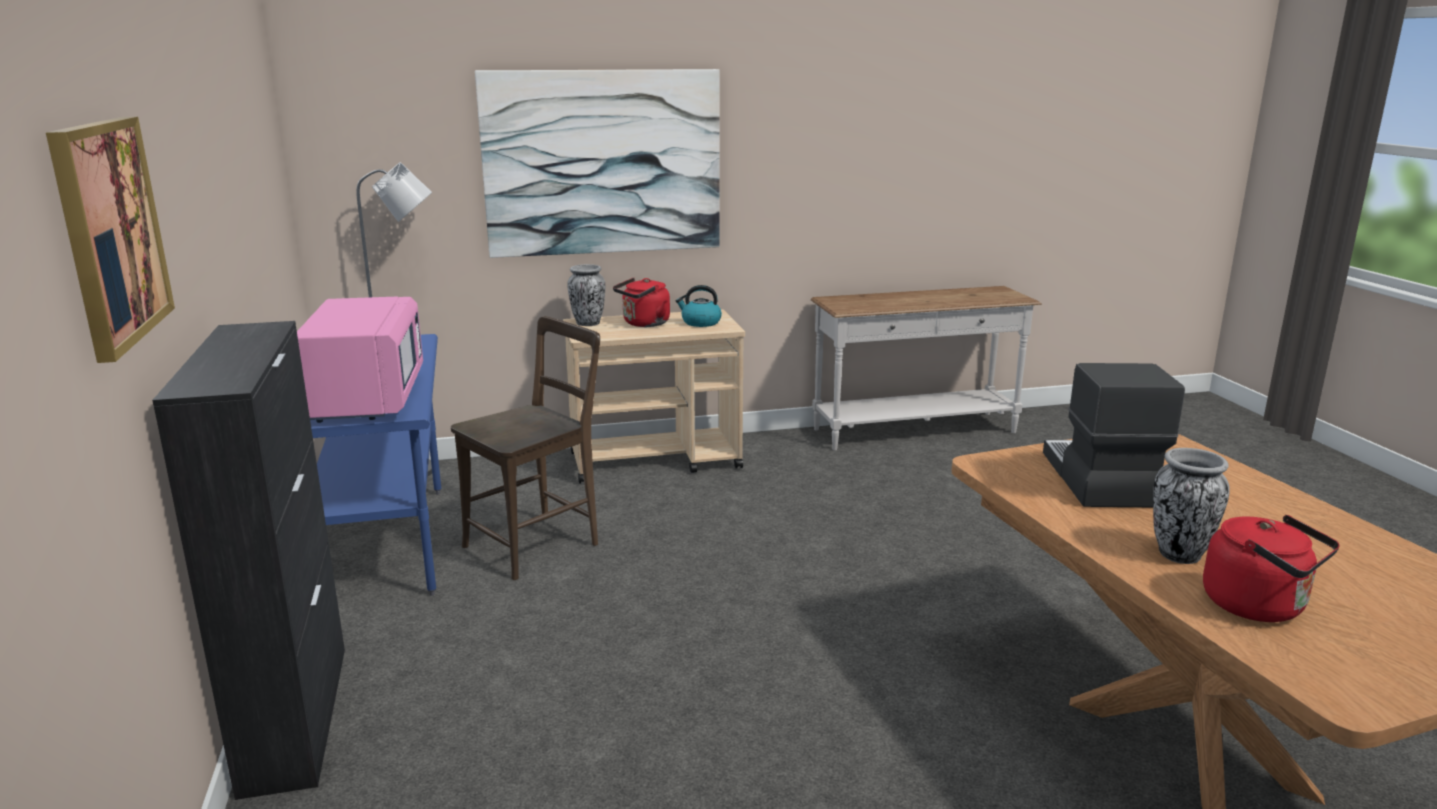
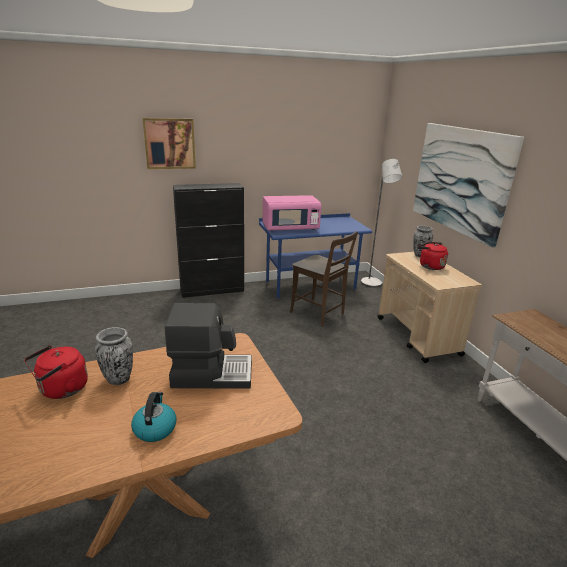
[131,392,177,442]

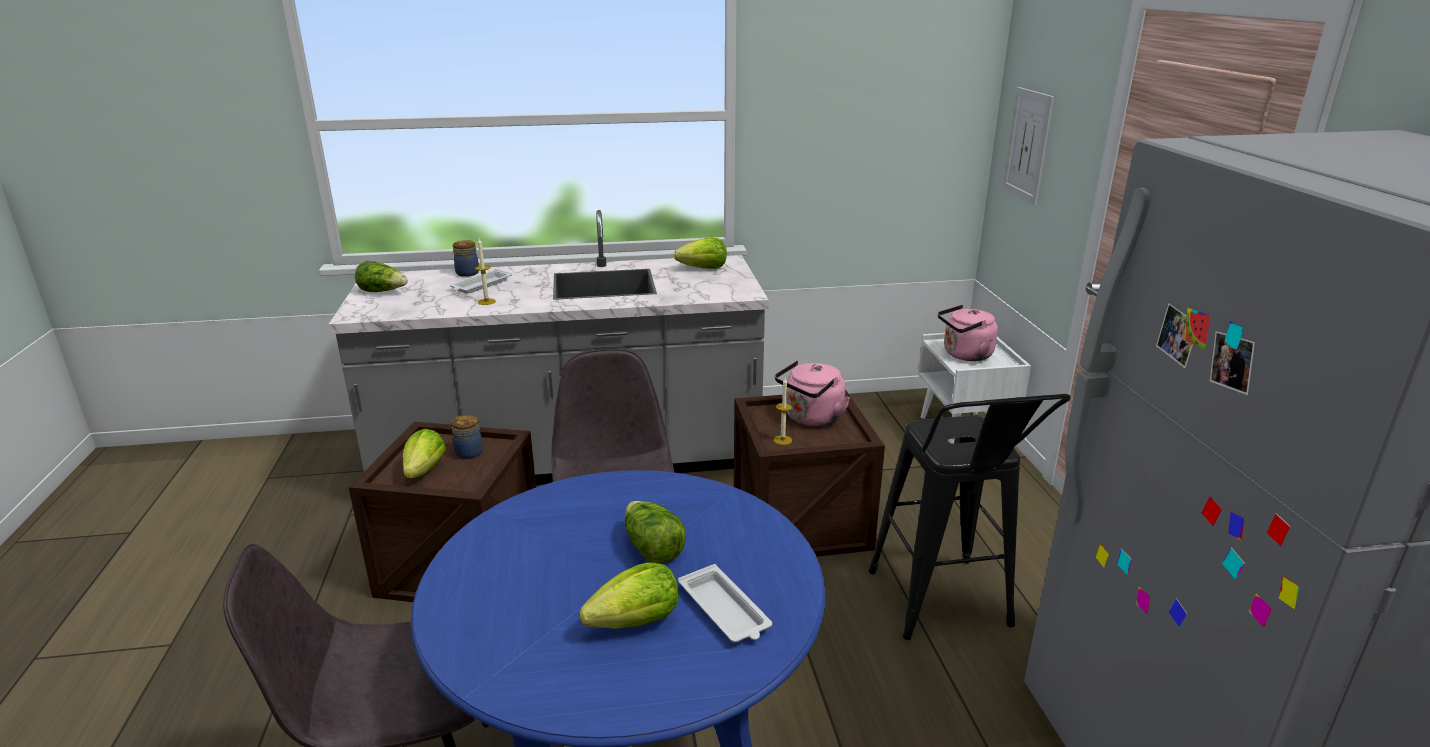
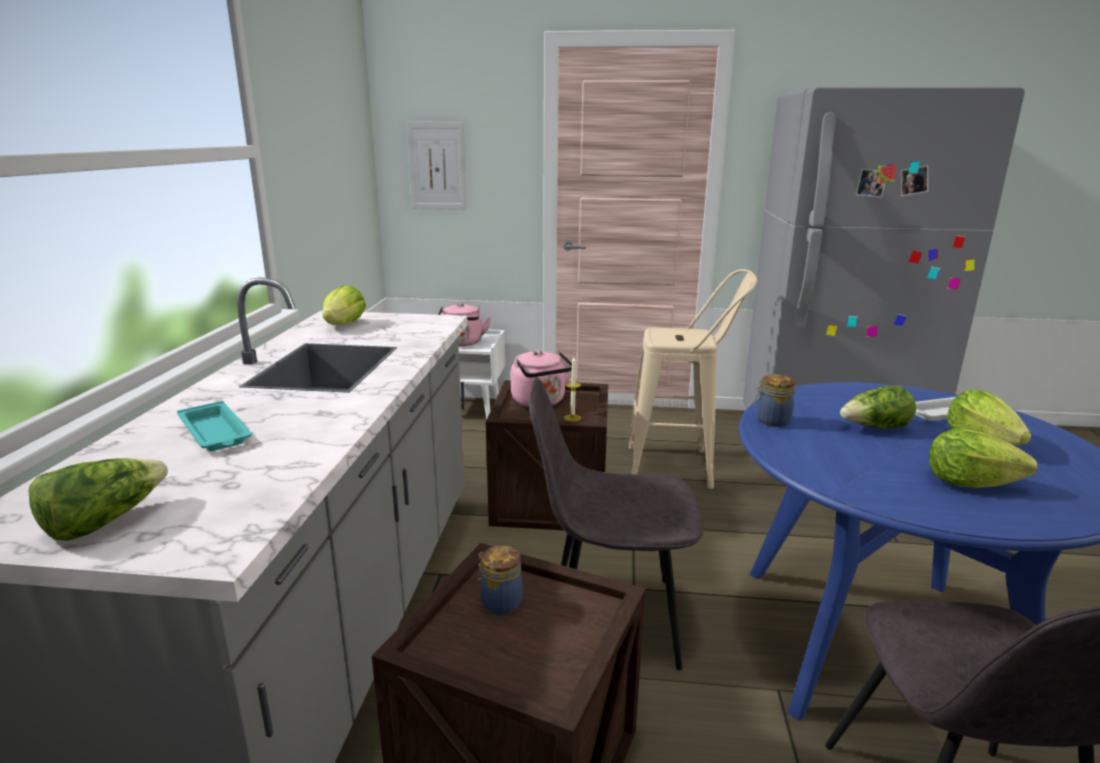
[177,401,252,451]
[629,269,757,489]
[754,374,796,427]
[929,428,1037,488]
[475,239,496,305] (first image)

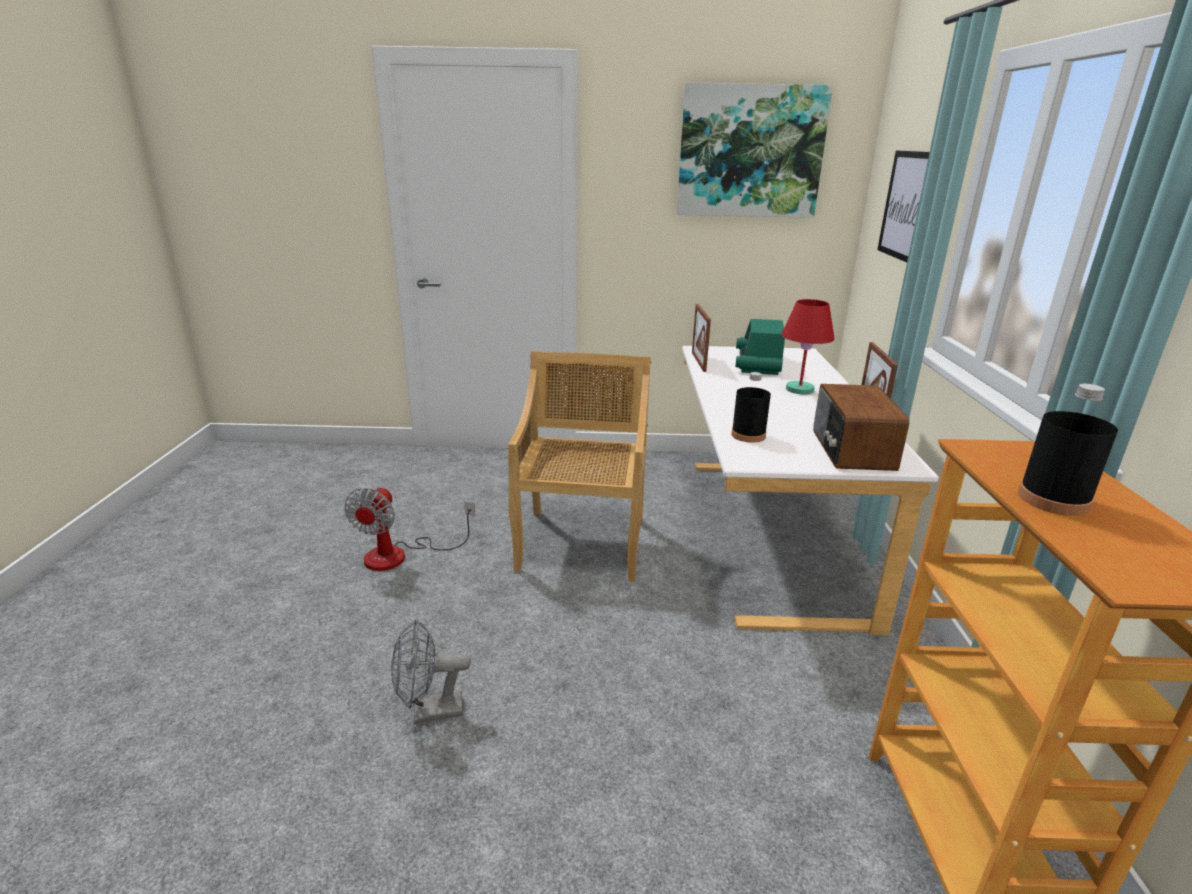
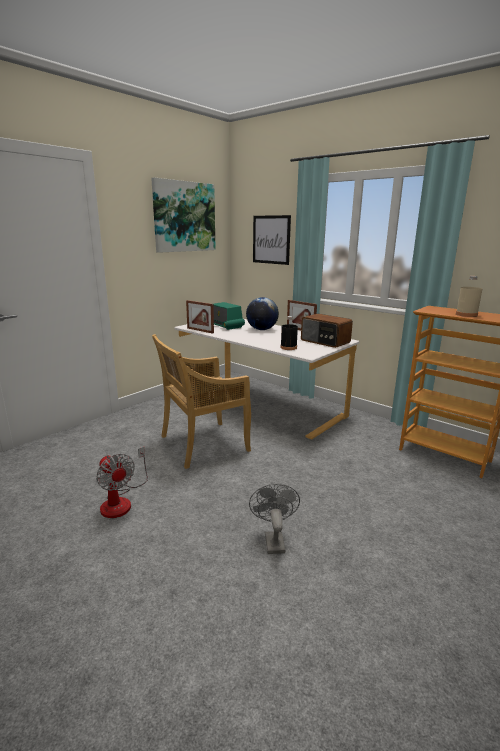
[152,334,251,469]
[246,297,279,330]
[249,484,300,554]
[456,276,482,317]

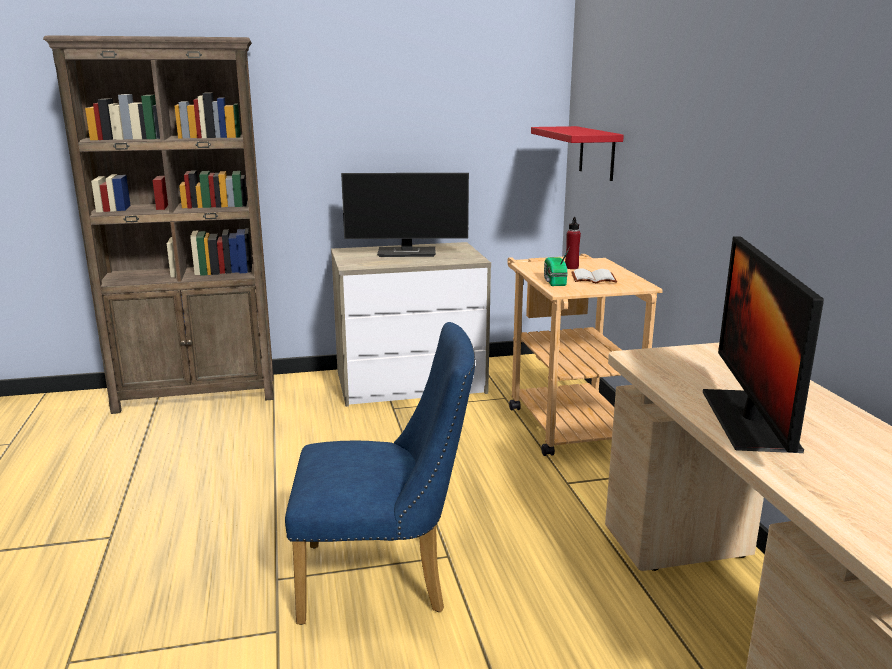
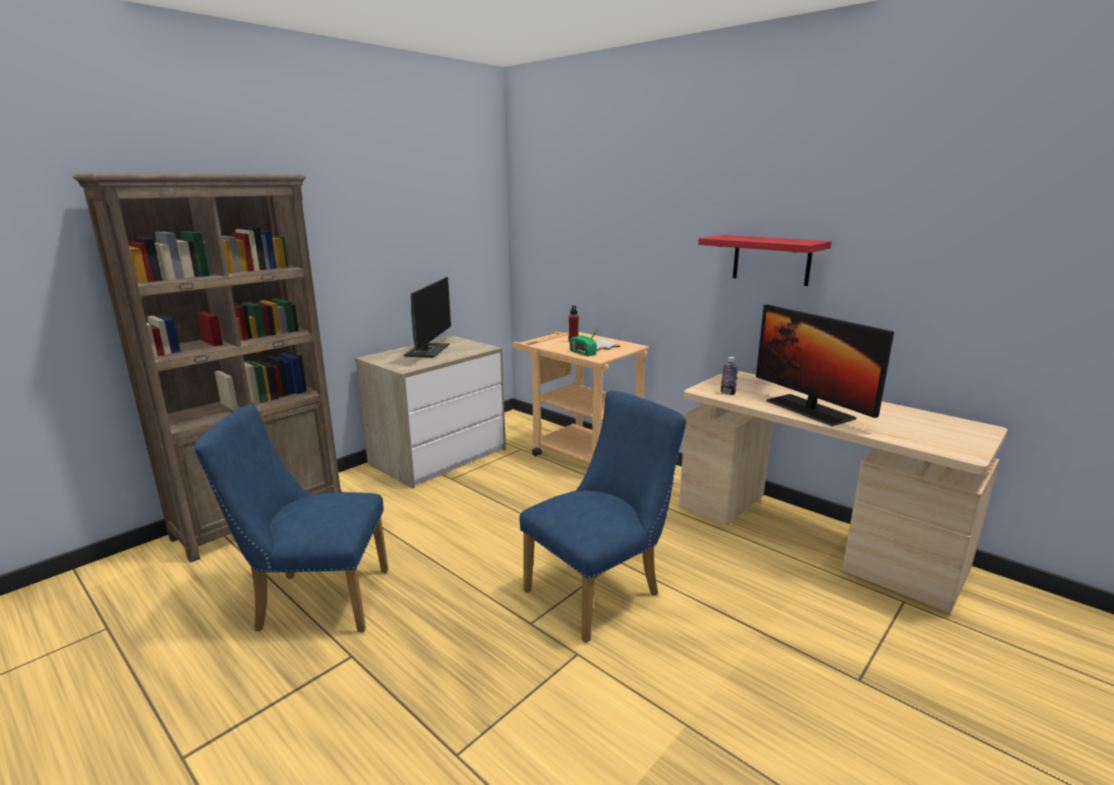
[194,404,388,633]
[404,277,451,358]
[698,235,831,286]
[721,357,738,395]

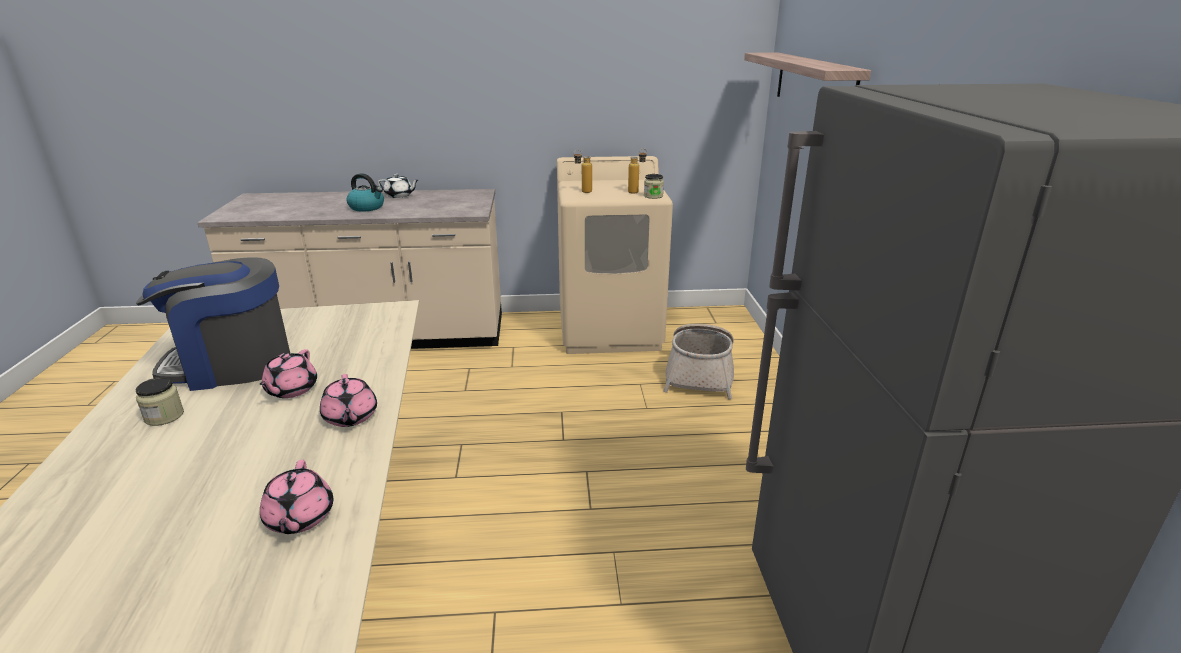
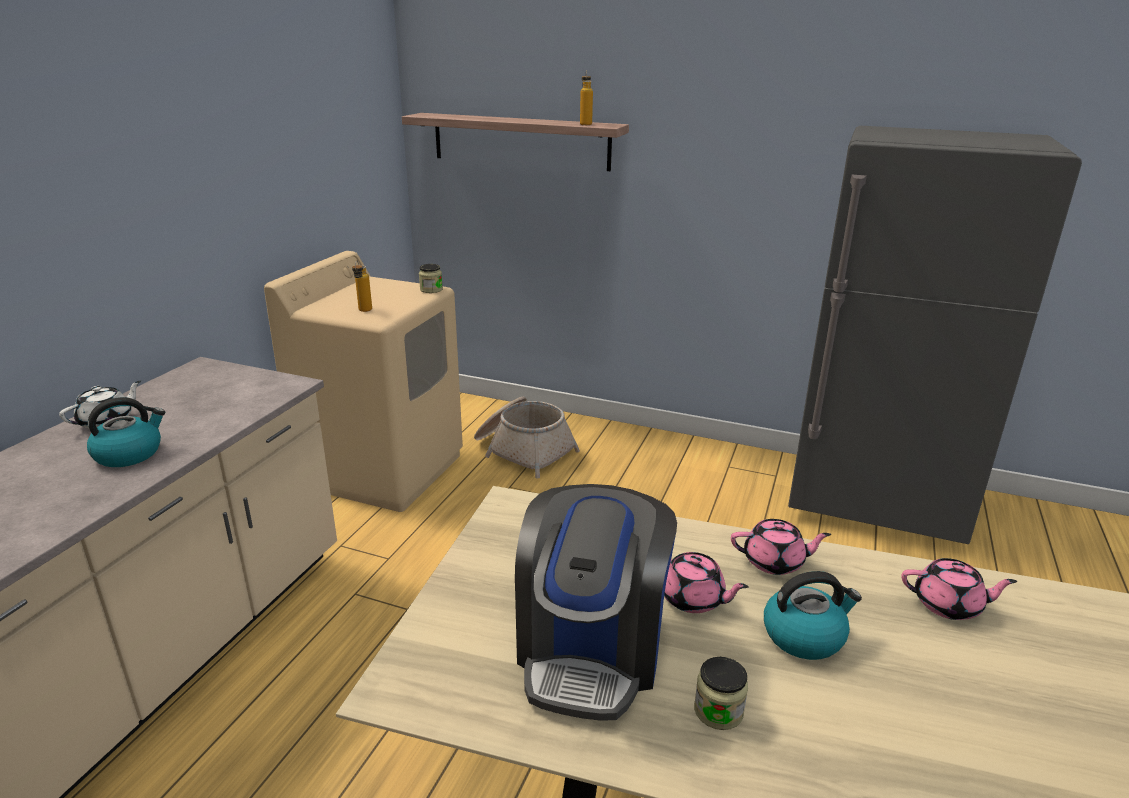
[580,70,593,125]
[764,571,862,660]

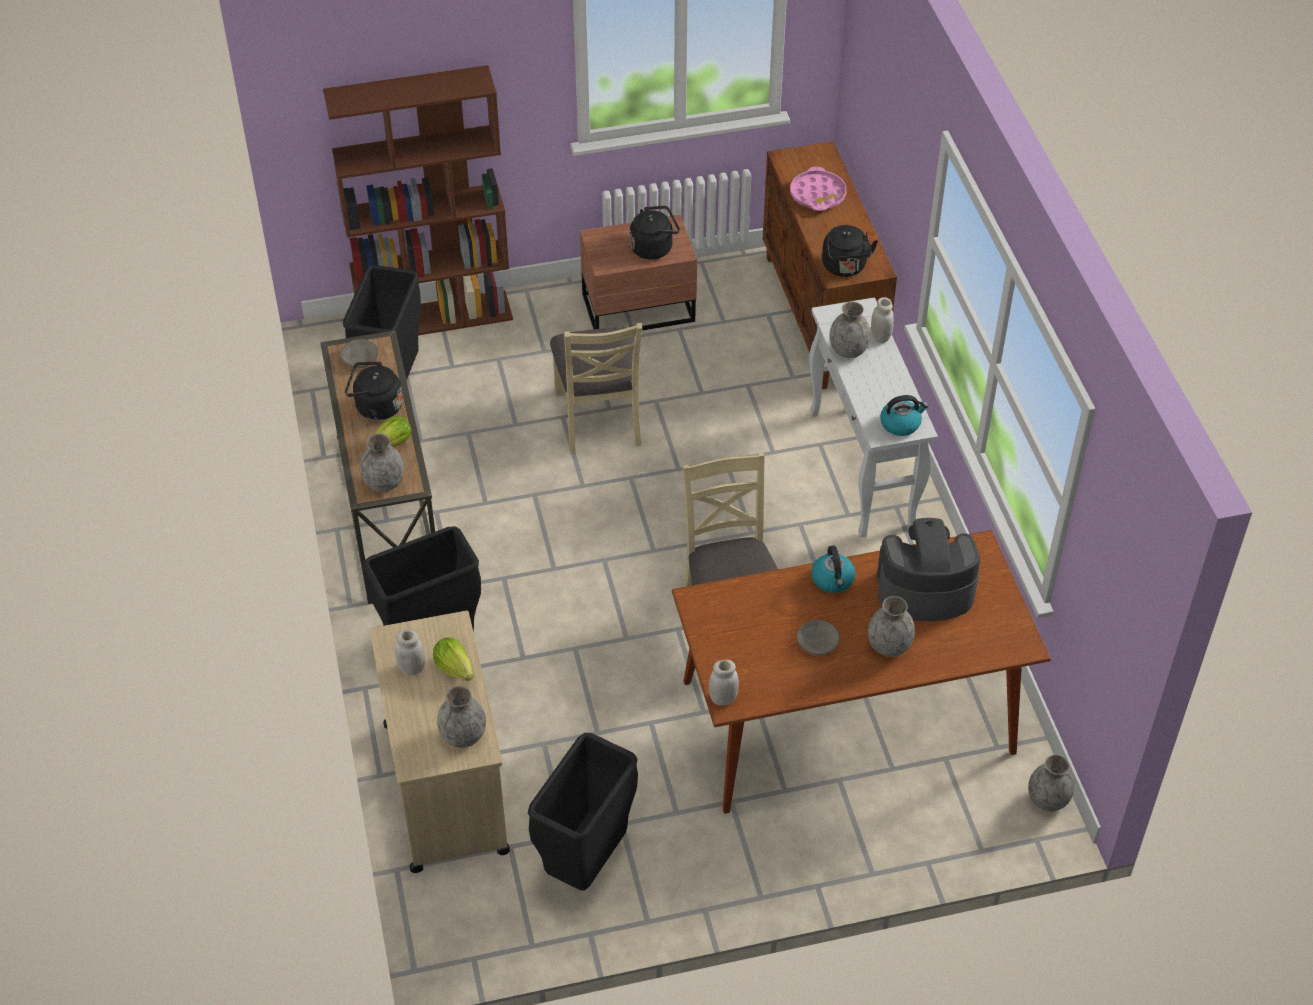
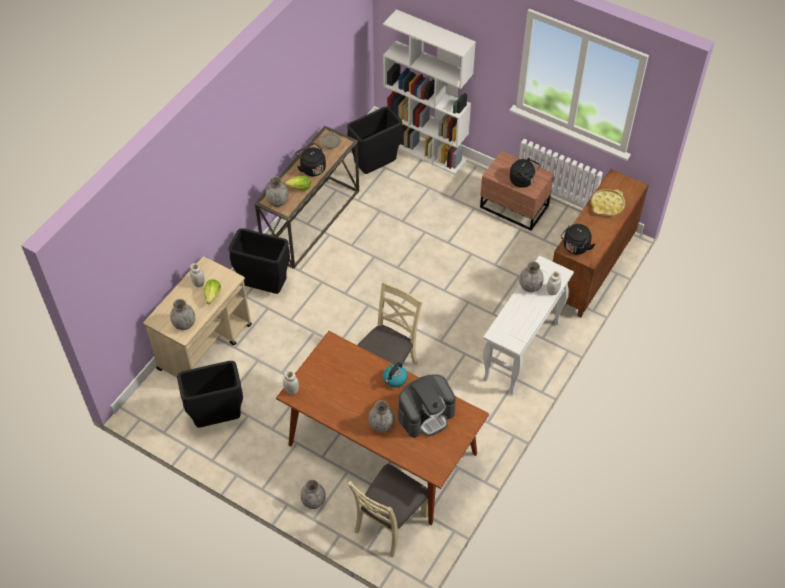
[300,479,326,509]
[348,464,429,558]
[383,9,476,175]
[398,374,456,438]
[591,189,625,216]
[797,619,840,656] (first image)
[880,395,928,436] (first image)

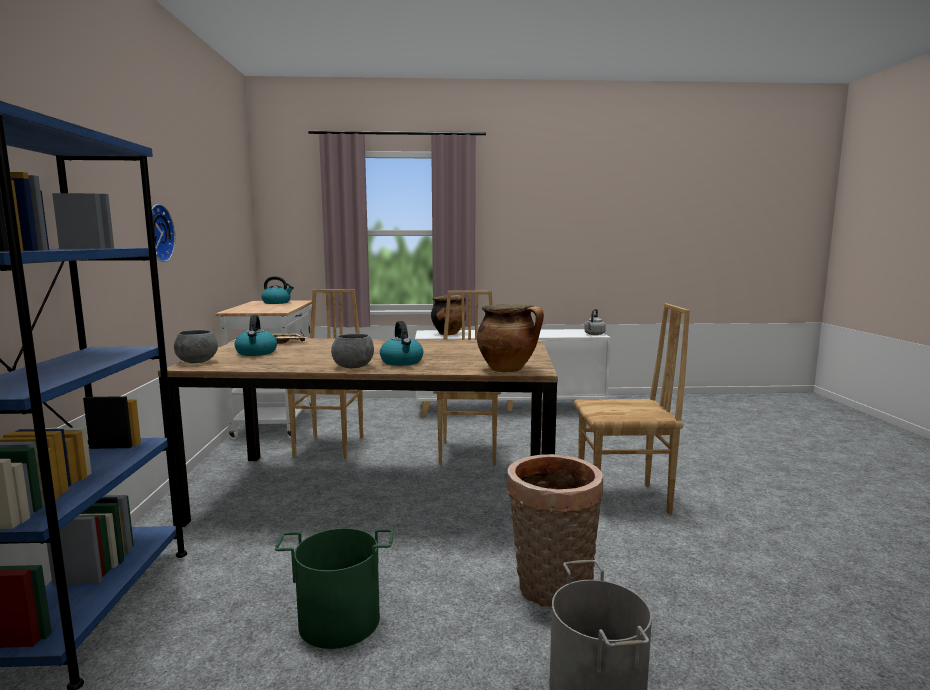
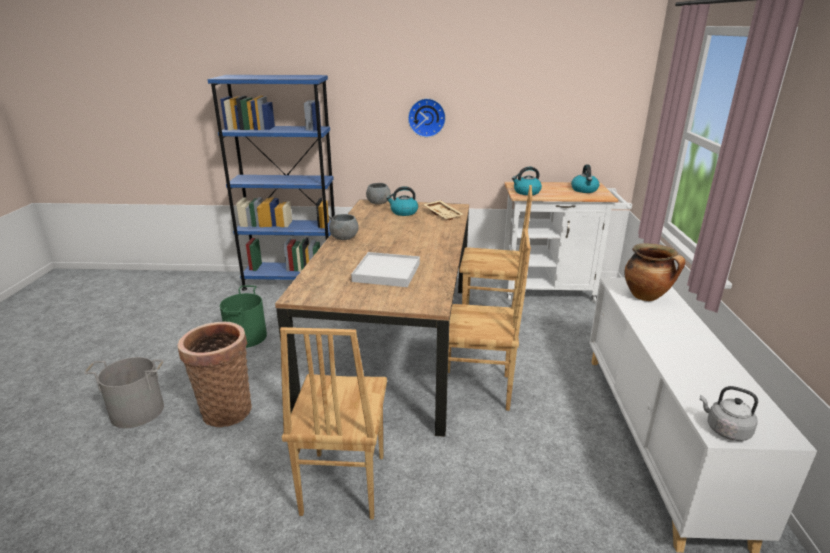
[351,252,420,287]
[512,167,542,195]
[477,304,544,372] (first image)

